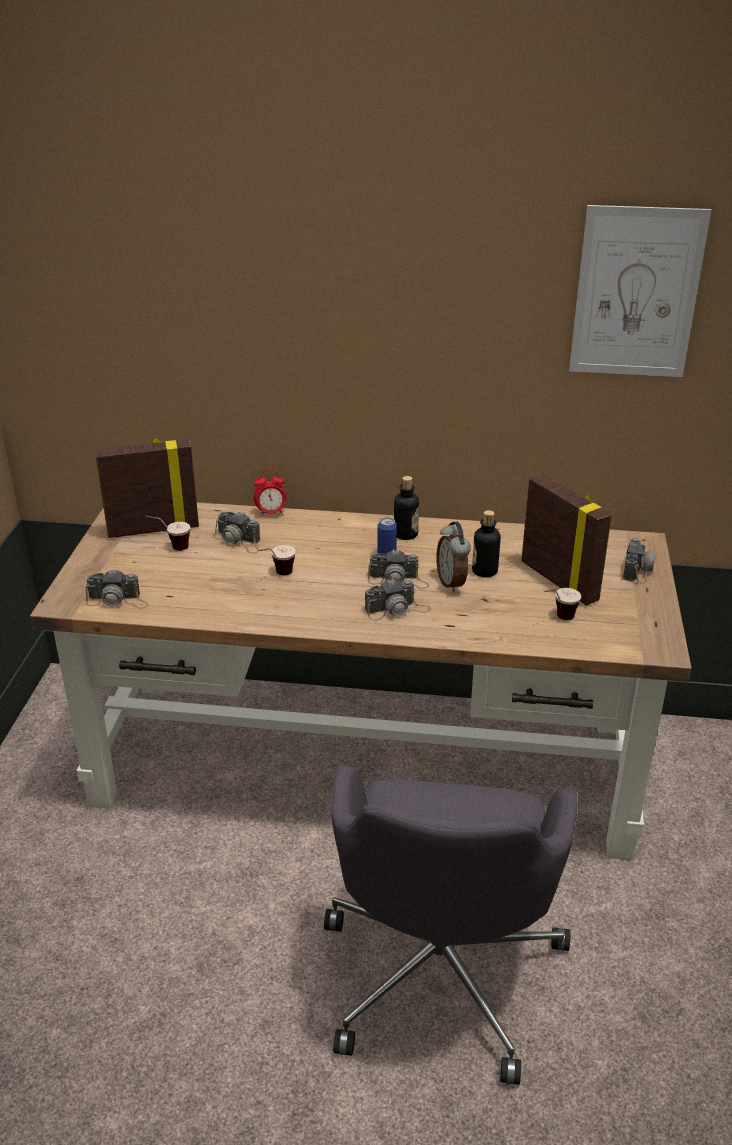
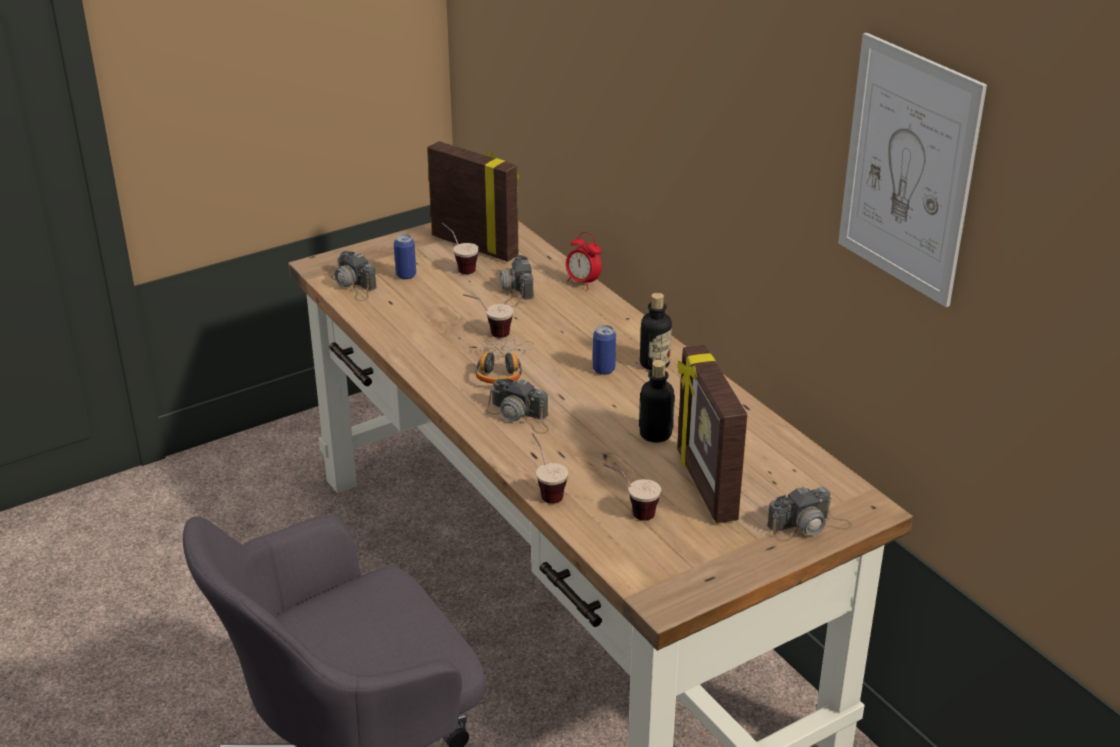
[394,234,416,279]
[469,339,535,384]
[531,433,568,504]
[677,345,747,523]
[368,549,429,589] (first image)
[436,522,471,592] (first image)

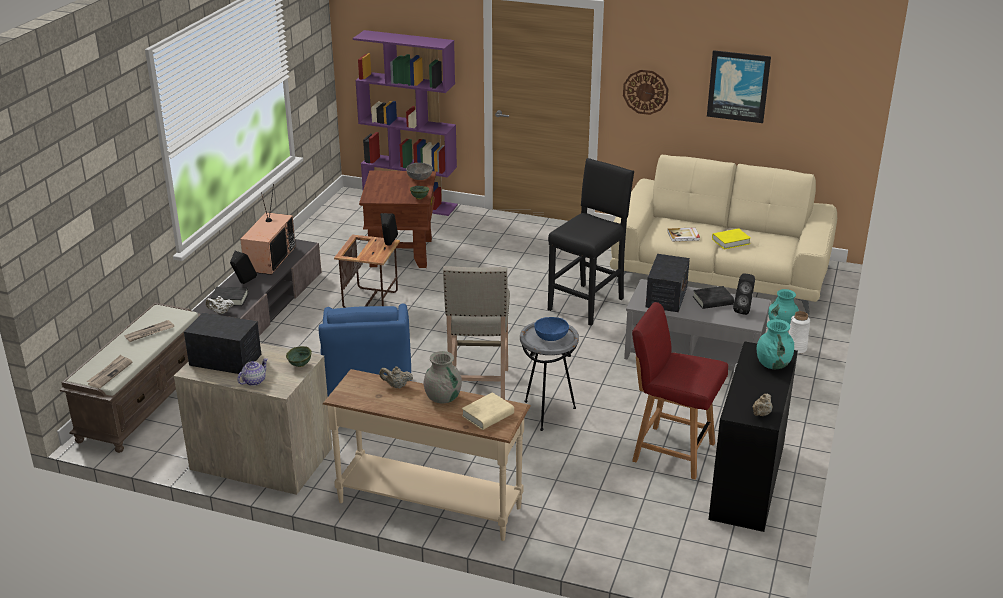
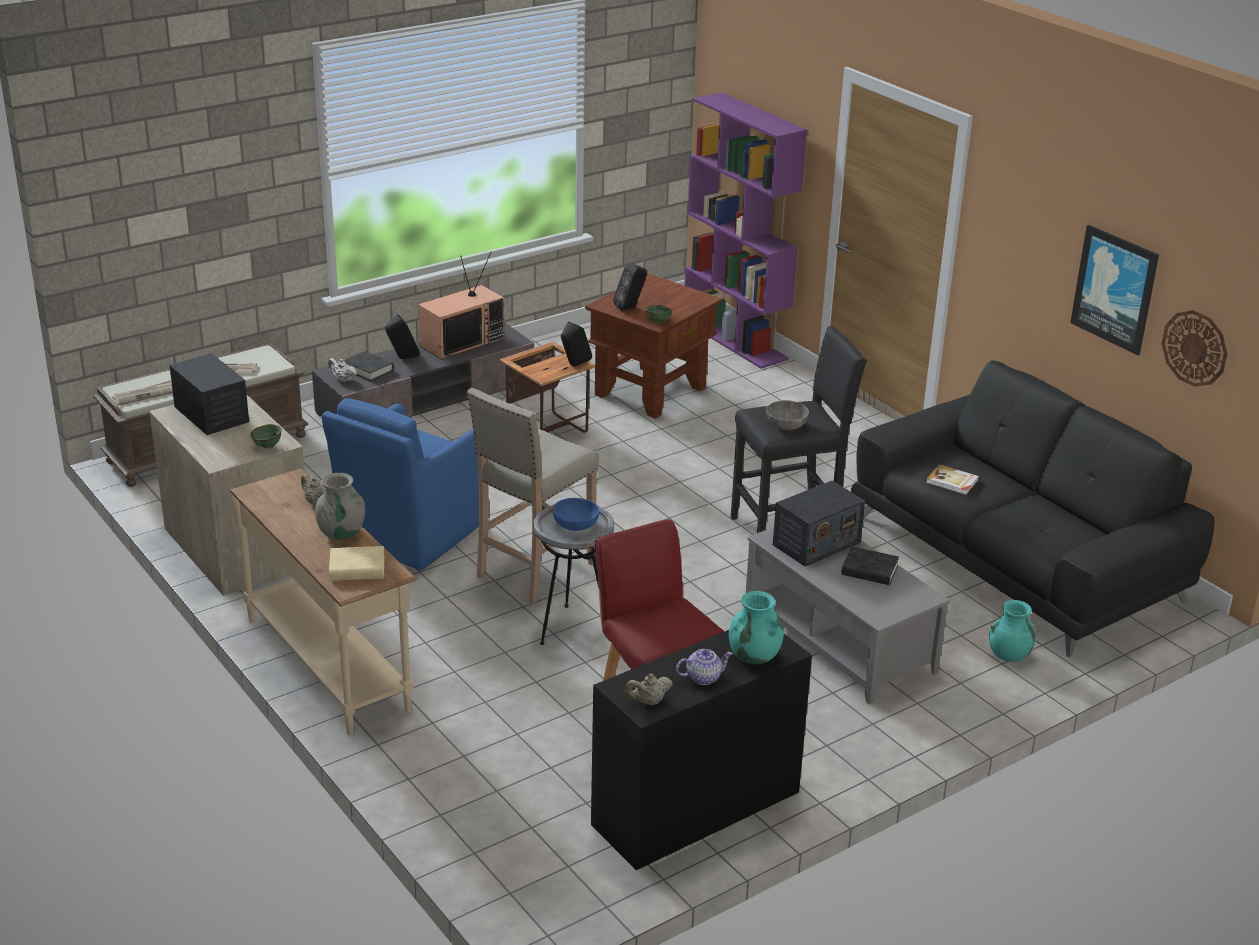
[613,263,647,311]
[676,649,733,685]
[766,400,809,430]
[851,361,1214,657]
[1161,310,1228,387]
[712,228,751,249] (first image)
[789,311,810,354] (first image)

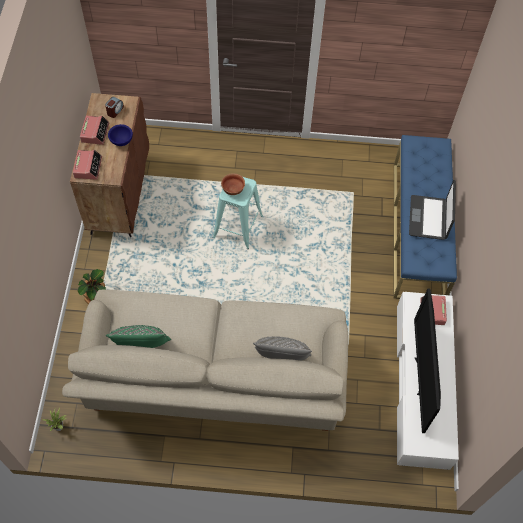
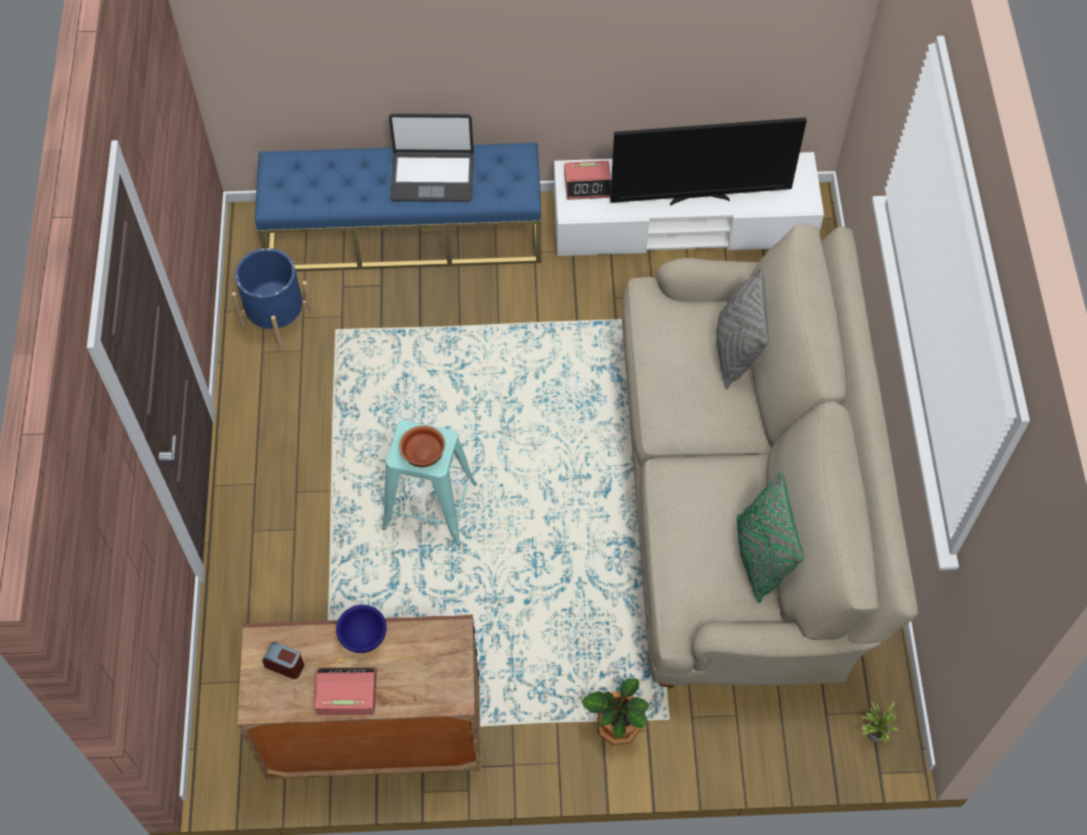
[232,248,314,349]
[73,150,102,180] (first image)

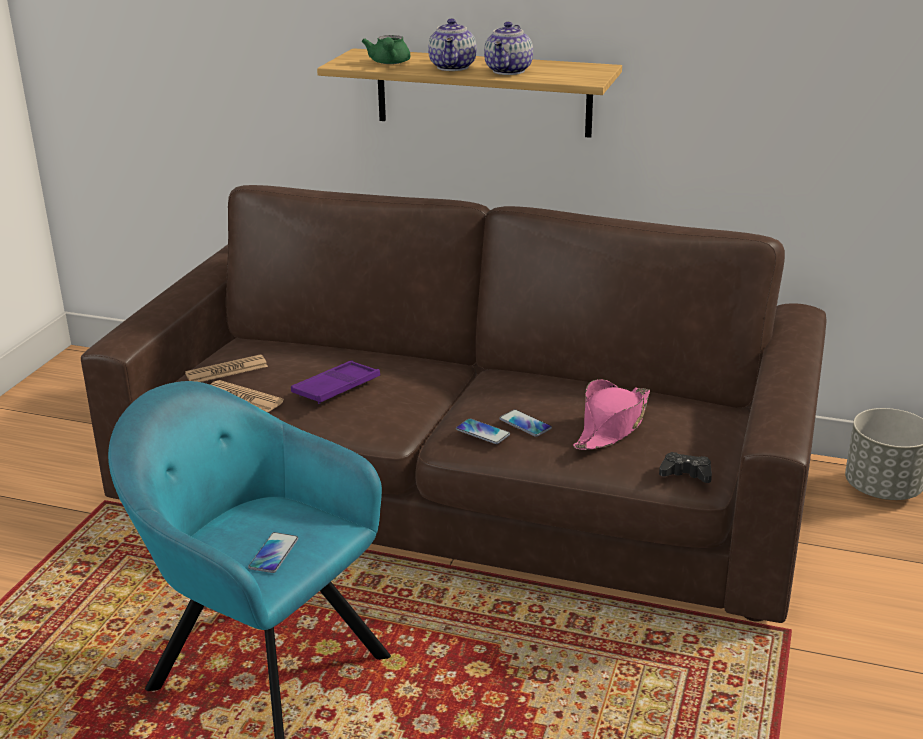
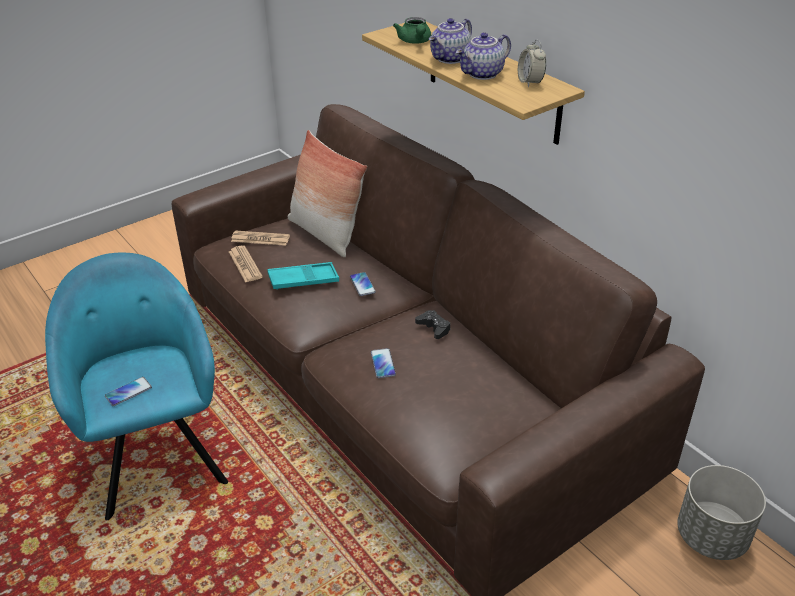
[267,262,339,290]
[288,130,367,257]
[350,272,376,296]
[393,17,431,44]
[415,310,451,339]
[518,39,546,87]
[573,379,650,450] (first image)

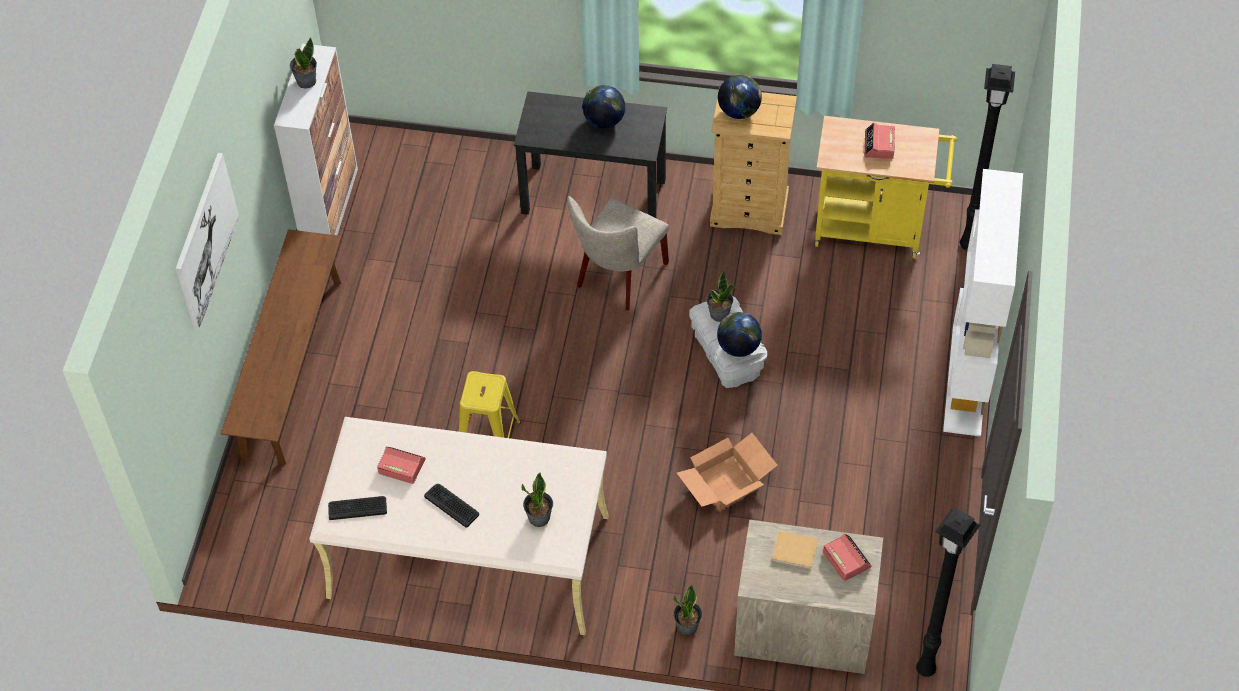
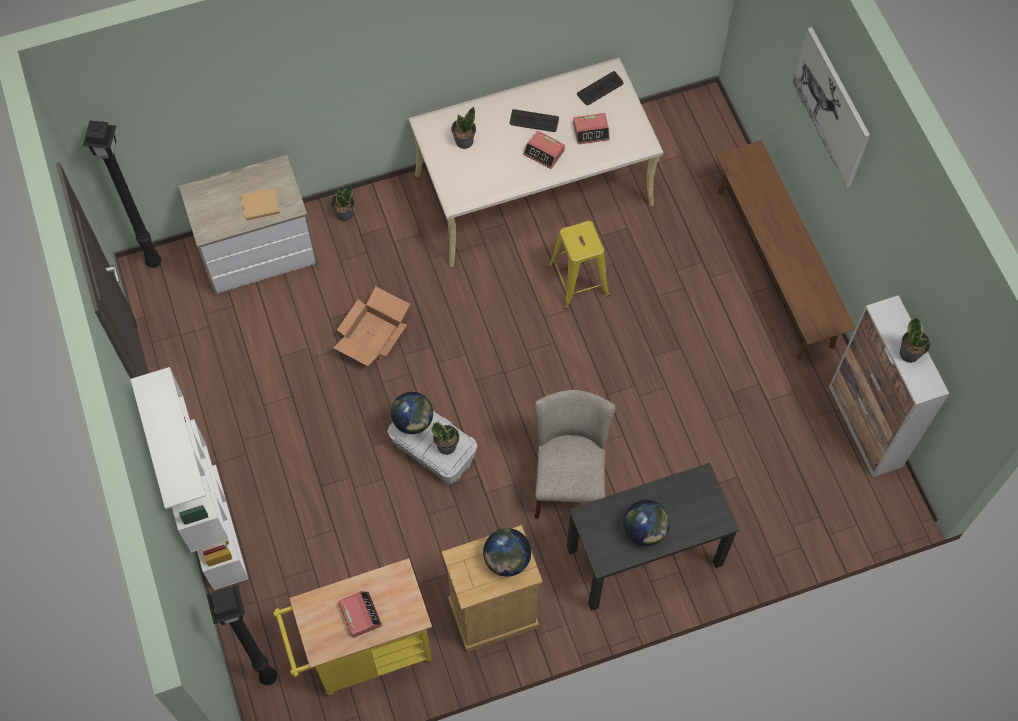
[523,131,565,169]

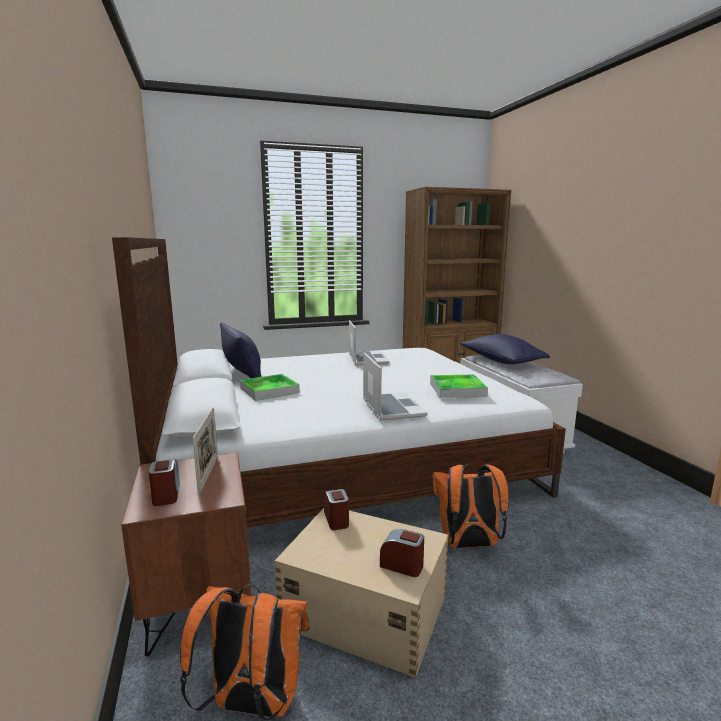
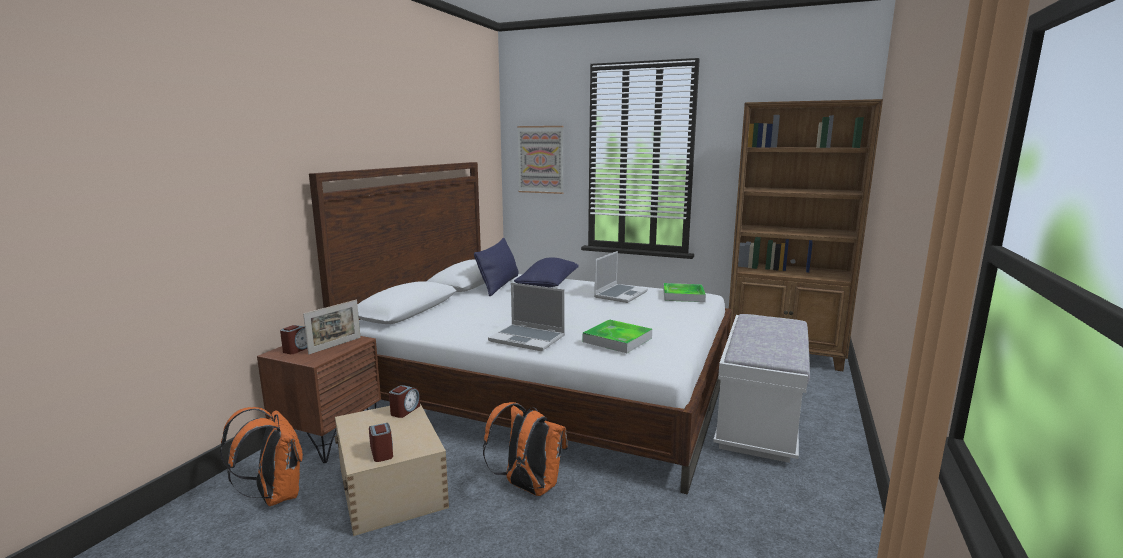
[488,283,565,351]
[514,257,579,288]
[517,126,563,194]
[663,283,706,302]

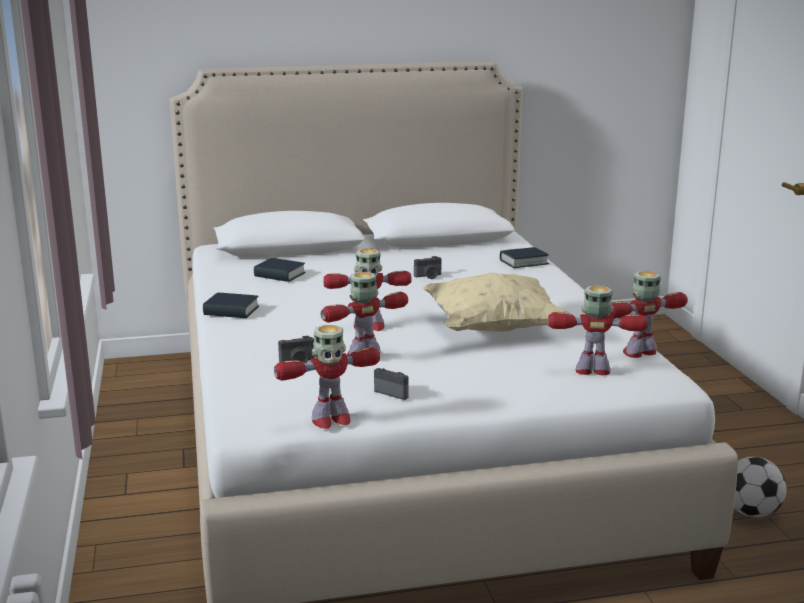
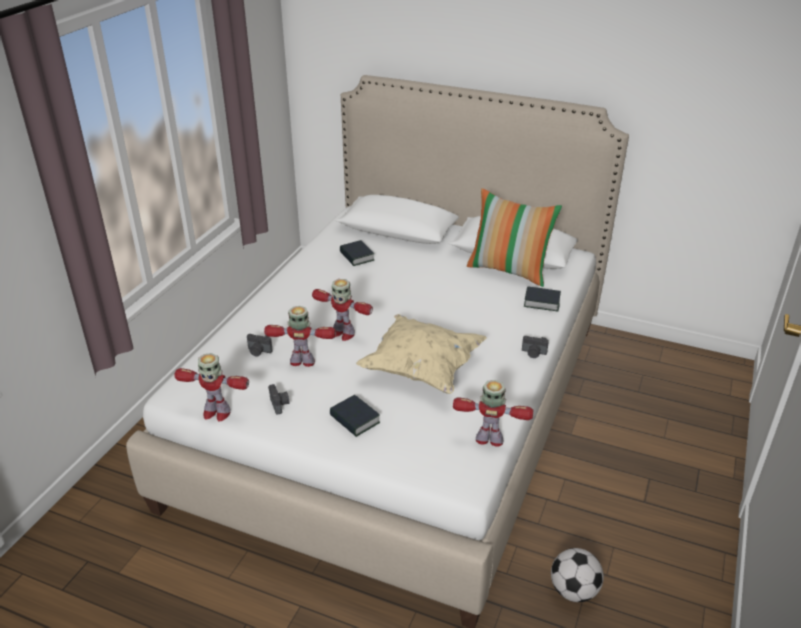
[330,395,380,437]
[467,188,562,287]
[522,336,549,358]
[548,285,648,375] (first image)

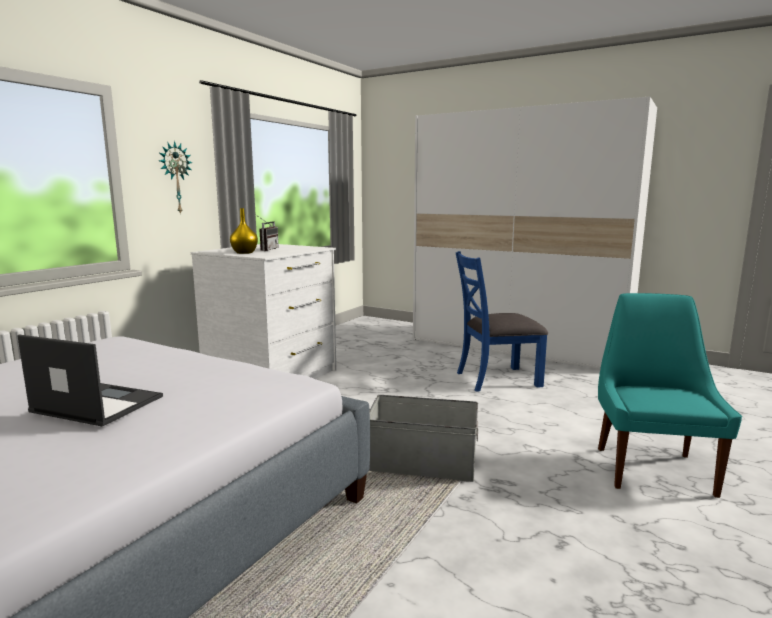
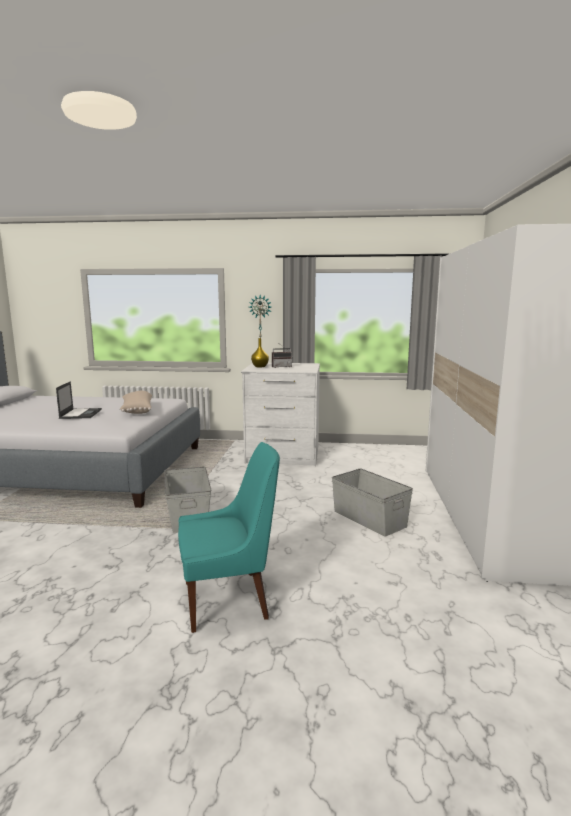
[120,391,152,414]
[332,469,413,537]

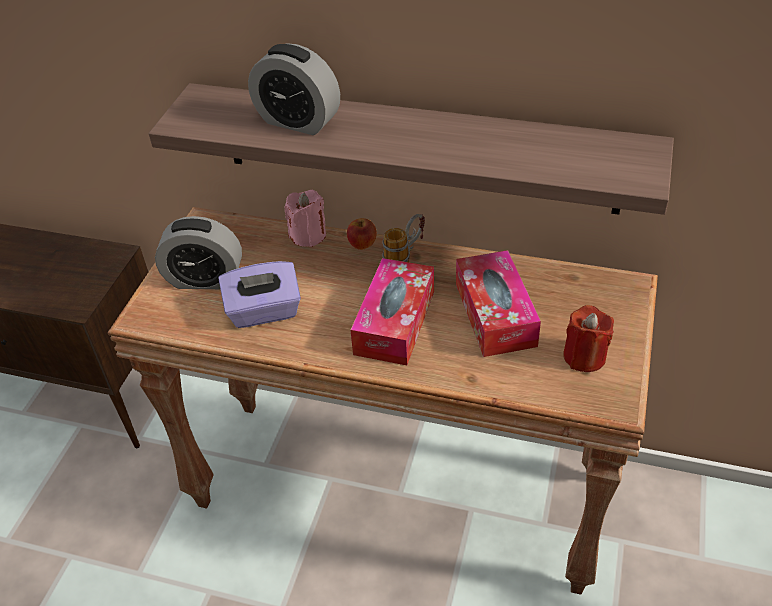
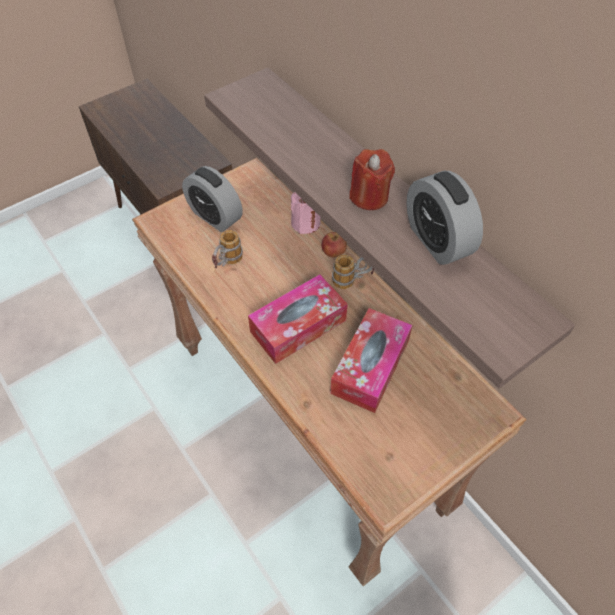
[212,230,243,268]
[349,149,395,210]
[406,171,483,265]

